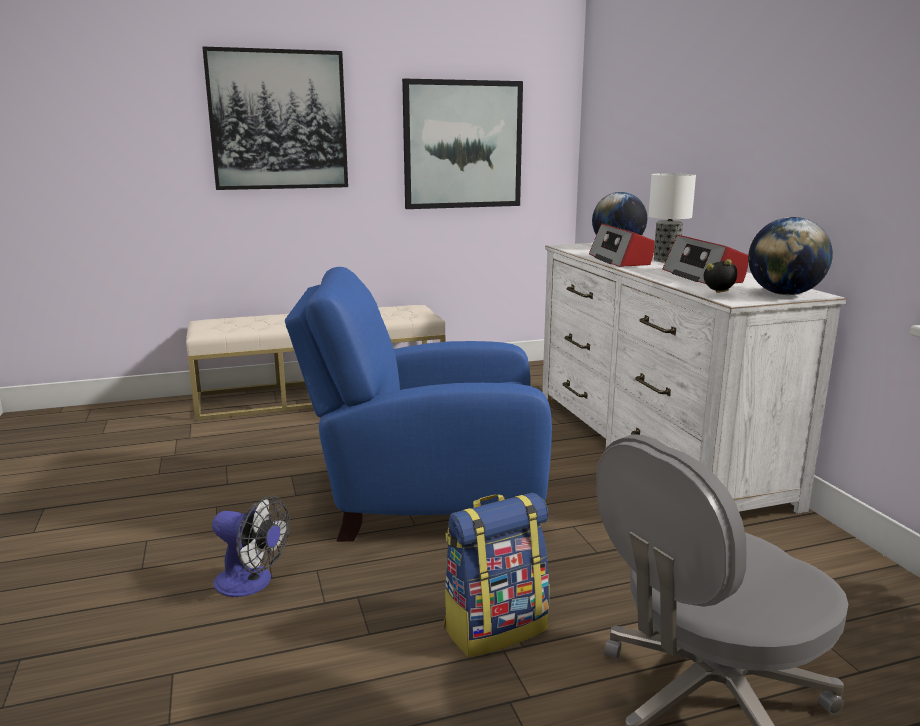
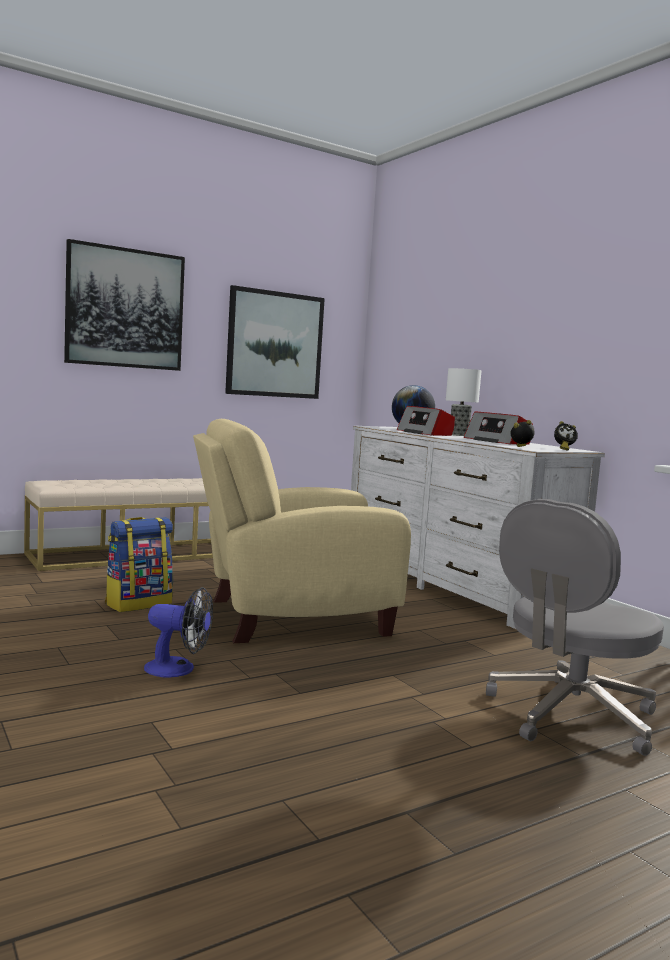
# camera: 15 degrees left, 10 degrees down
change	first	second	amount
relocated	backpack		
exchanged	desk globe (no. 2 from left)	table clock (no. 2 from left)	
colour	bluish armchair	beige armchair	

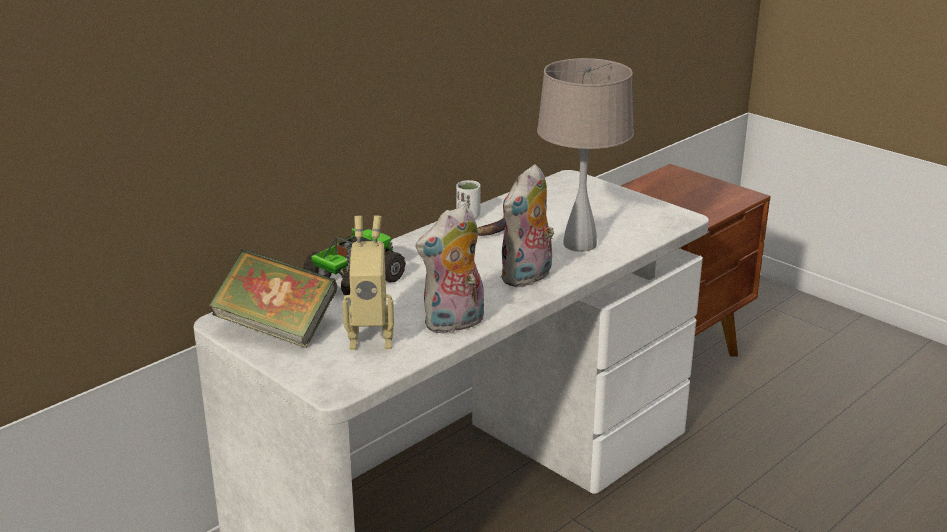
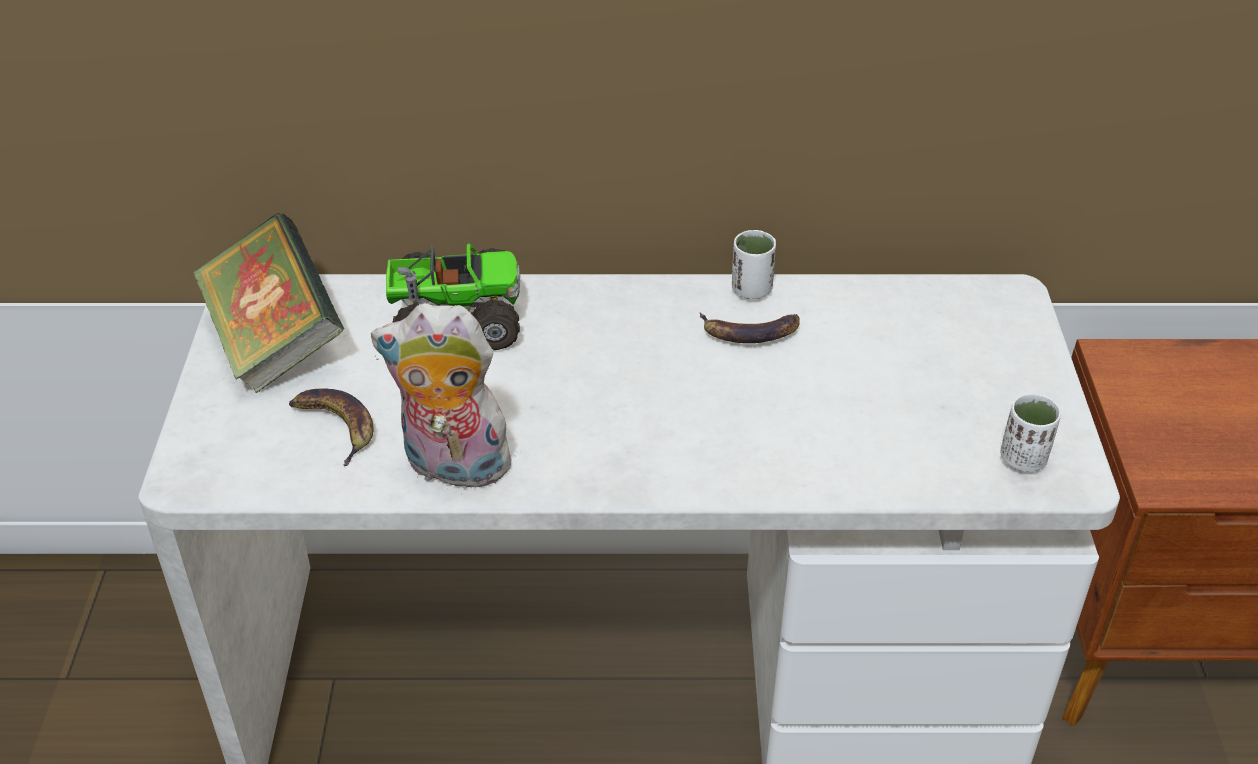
# camera: 45 degrees right, 15 degrees up
change	first	second	amount
missing	plush toy (no. 2 from left)		
missing	beige lamp for a table		
appeared		whitish drinking cup (no. 2 from left)	
exchanged	model robot	banana fruit (no. 1 from left)	

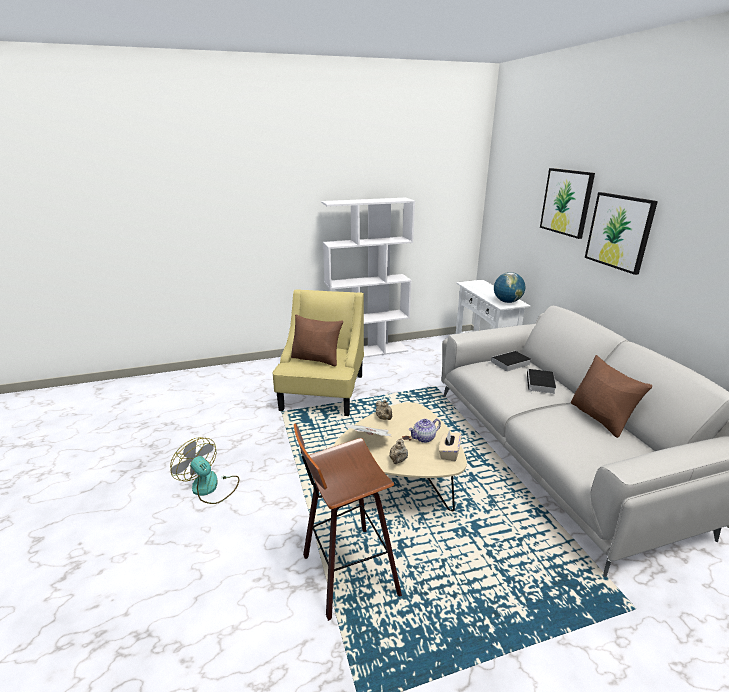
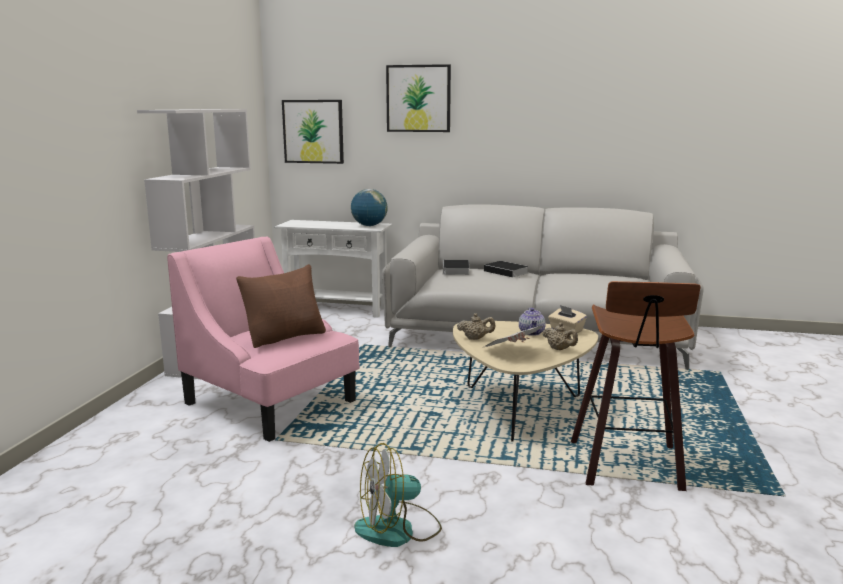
# camera: 60 degrees left, 10 degrees down
change	first	second	amount
missing	brownish throw pillow (no. 2 from left)		
relocated	picture (no. 2 from left in the first image)	picture (no. 1 from left)	
colour	yellow-coloured armchair	pinkish armchair	

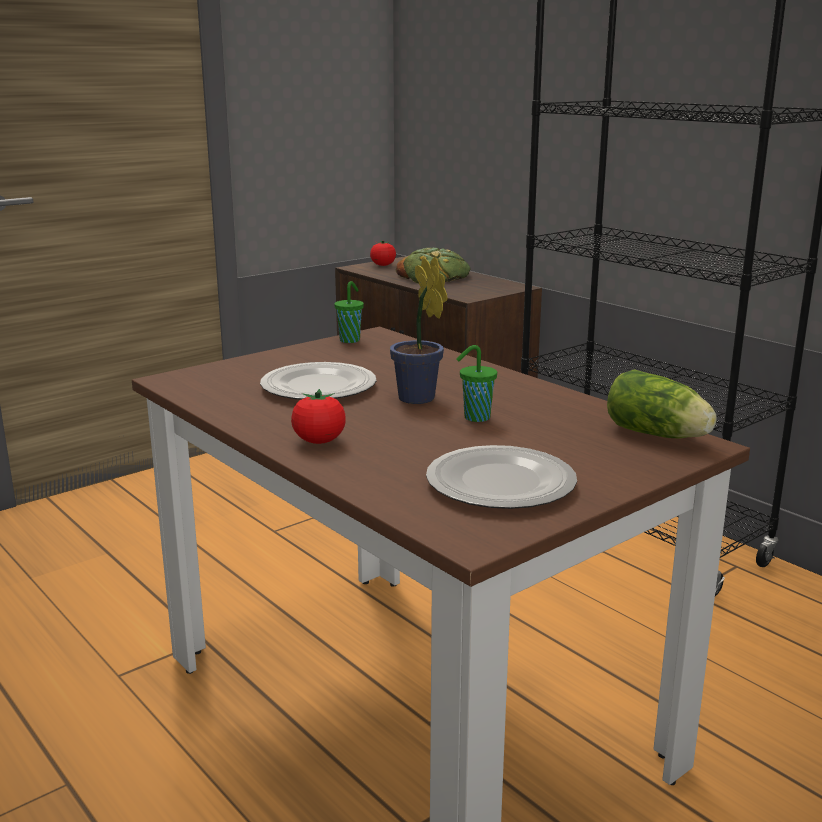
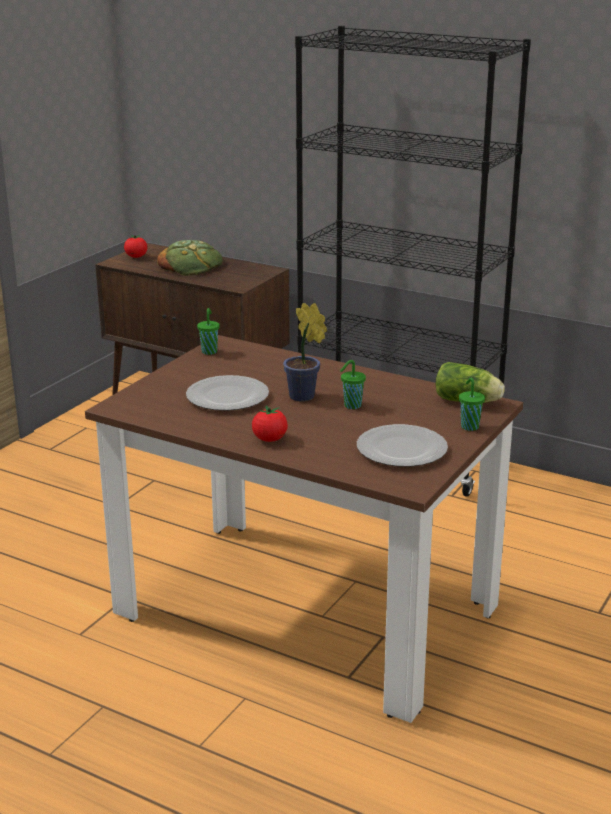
# camera: 20 degrees left, 5 degrees up
change	first	second	amount
appeared		greenish drinking cup (no. 3 from left)	

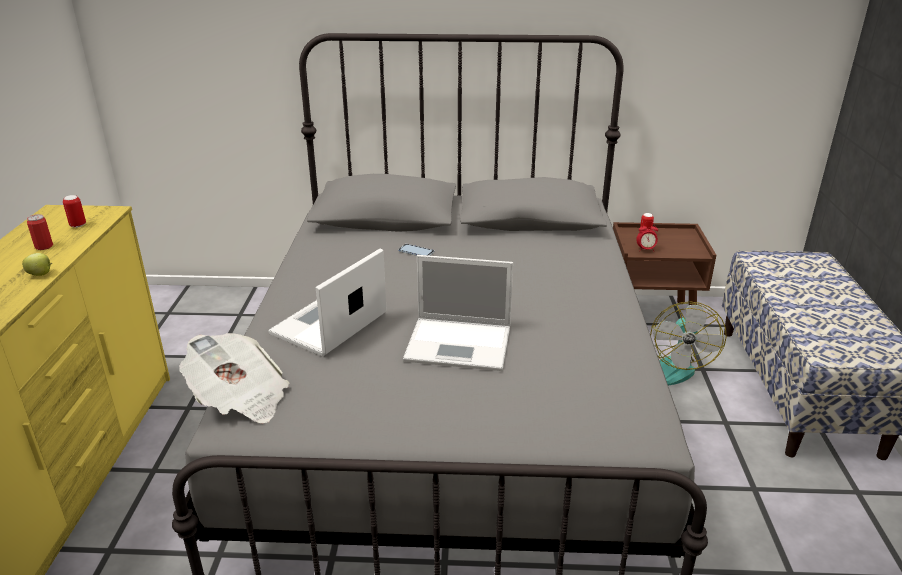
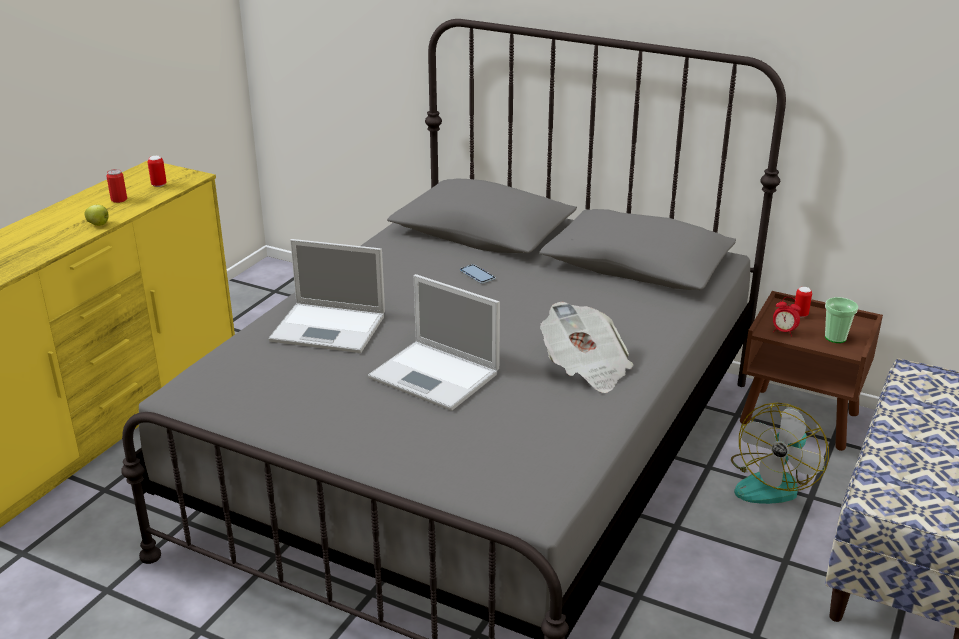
# camera: 25 degrees right, 0 degrees up
change	first	second	amount
appeared		drinking cup	
relocated	newspaper		
spun	portable computer (no. 1 from left)		135 degrees counterclockwise

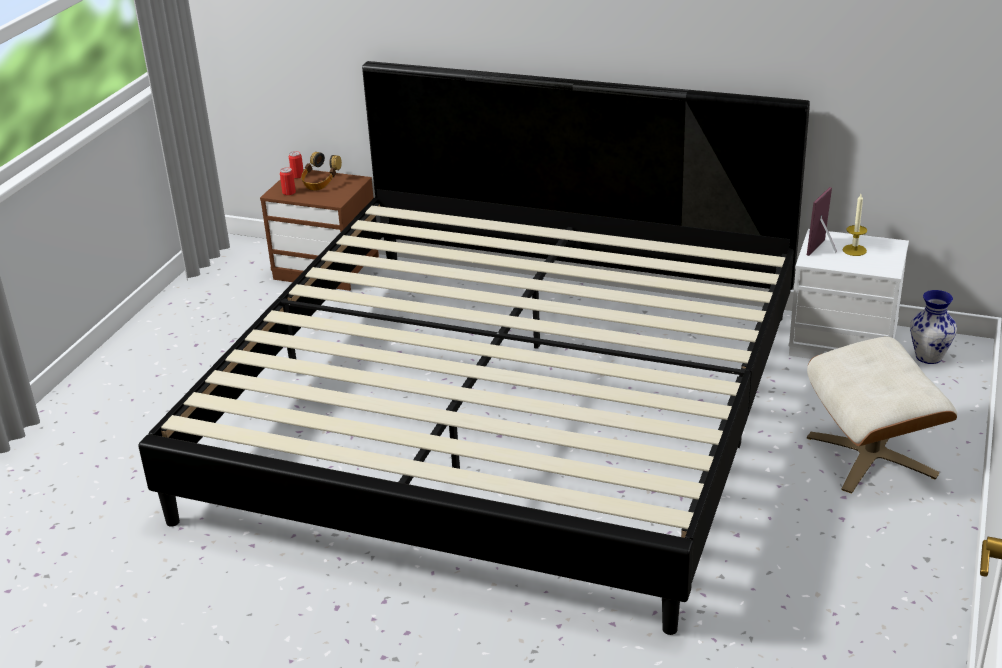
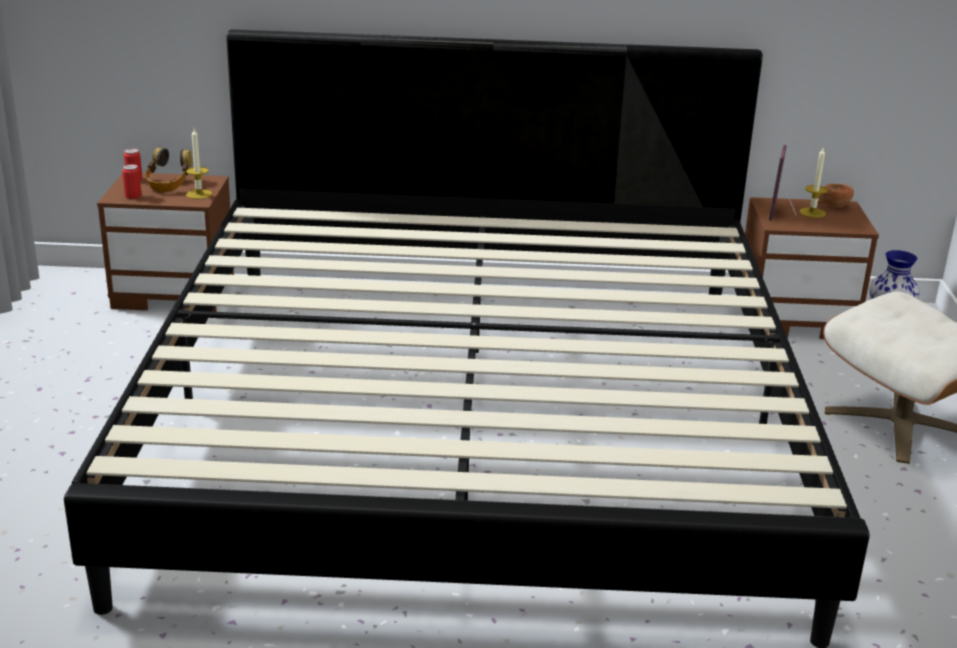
# camera: 20 degrees left, 5 degrees down
change	first	second	amount
appeared		wax light (no. 1 from left)	
appeared		brownish drinking cup	
colour	whitish night table	brownish night table (no. 2 from left)	

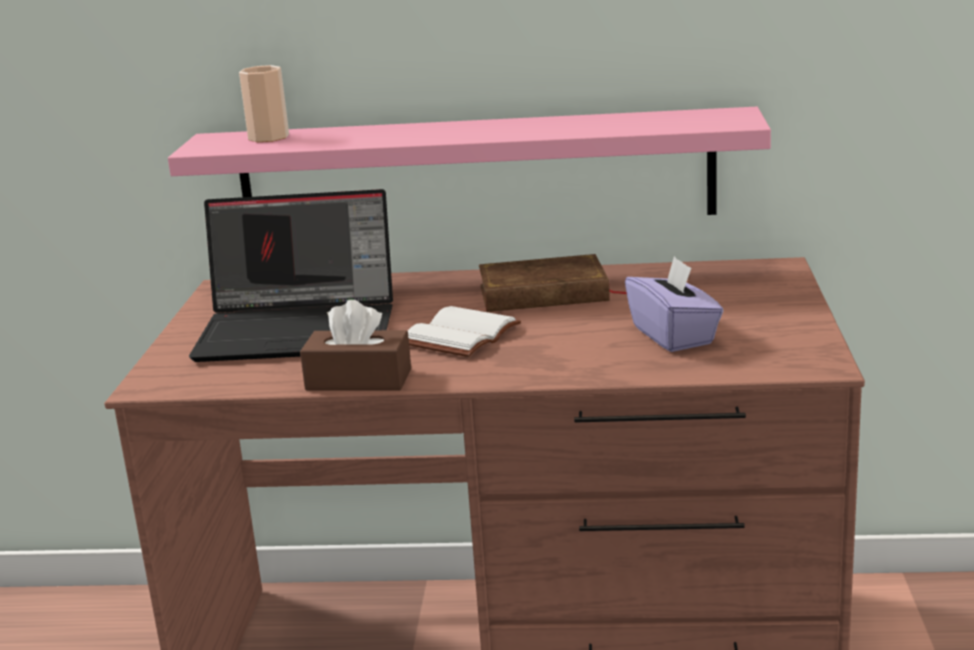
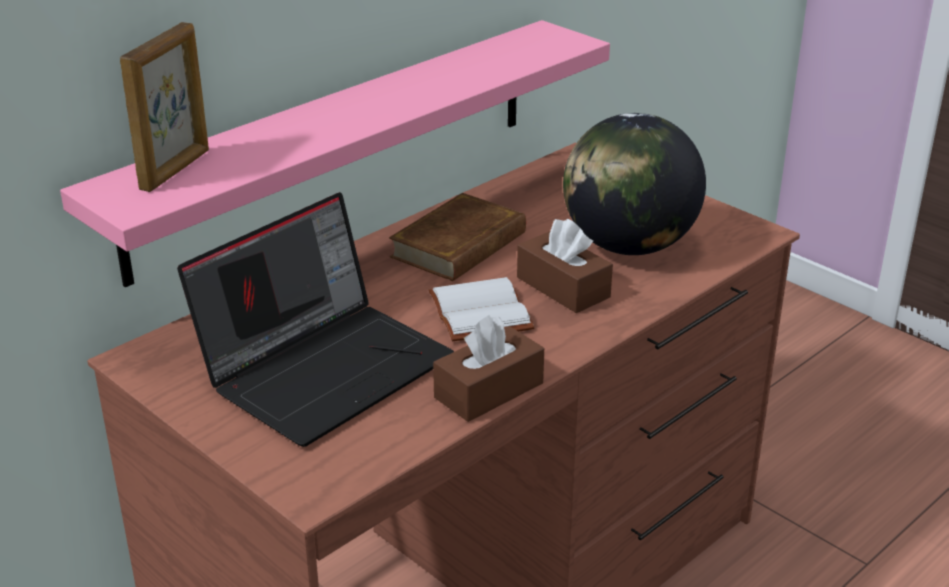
# camera: 50 degrees left, 10 degrees up
change	first	second	amount
appeared		brownish box of tissues (no. 2 from left)	
exchanged	drinking cup	standing frame	
exchanged	purple-coloured box of tissues	desk globe	

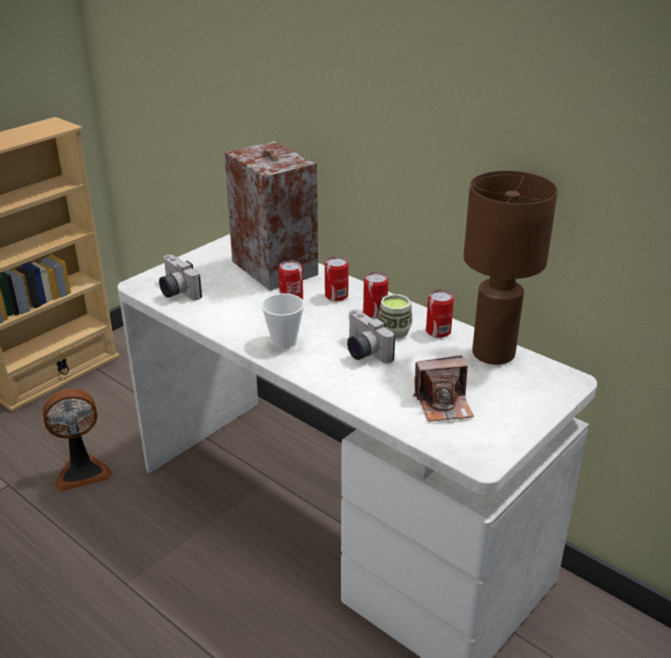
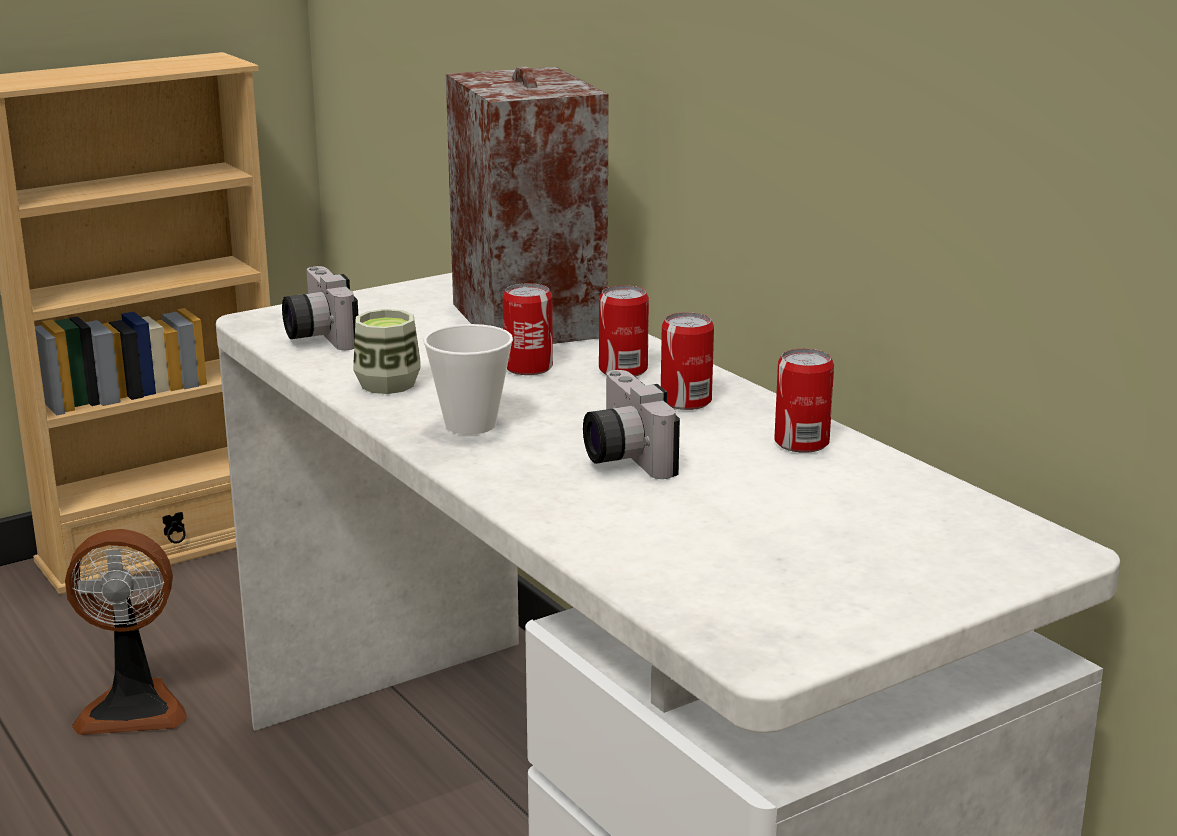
# camera: 15 degrees right, 10 degrees down
change	first	second	amount
missing	still camera (no. 3 from left)		
missing	brownish lamp for a table		
relocated	drinking cup (no. 2 from left in the first image)	drinking cup (no. 1 from left)	

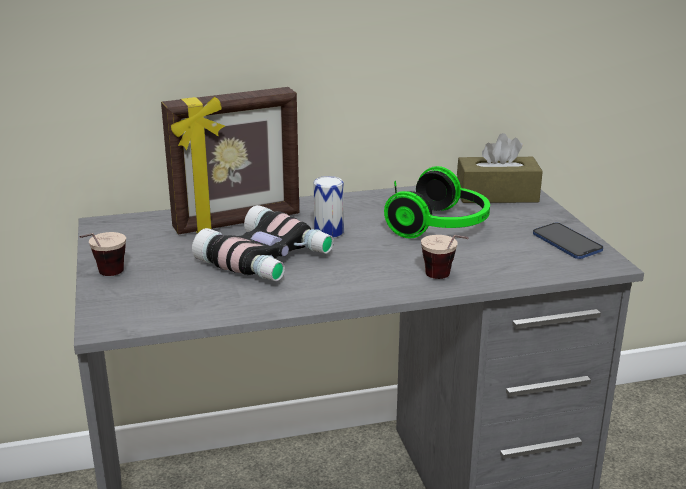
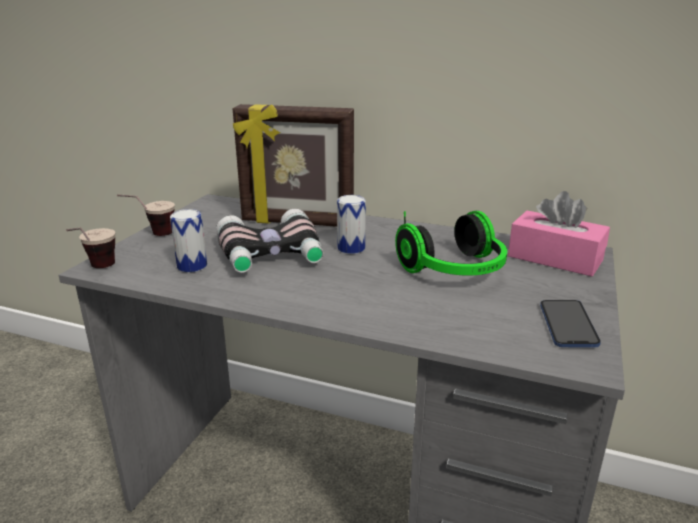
# camera: 35 degrees right, 0 degrees up
change	first	second	amount
appeared		metal can (no. 1 from left)	
relocated	drinking cup (no. 2 from left in the first image)	drinking cup (no. 1 from left)	
colour	brownish box of tissues	pinkish box of tissues	

